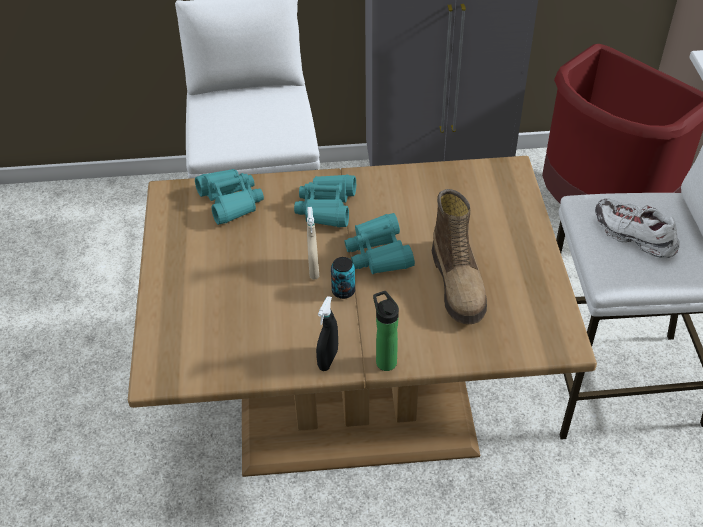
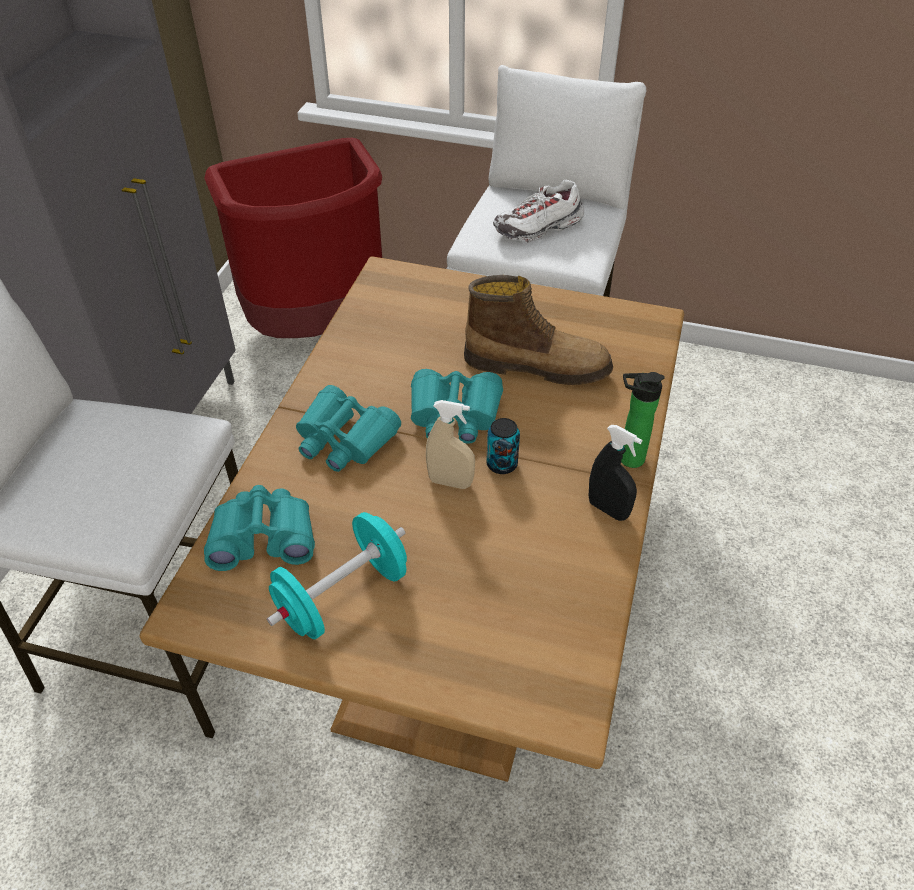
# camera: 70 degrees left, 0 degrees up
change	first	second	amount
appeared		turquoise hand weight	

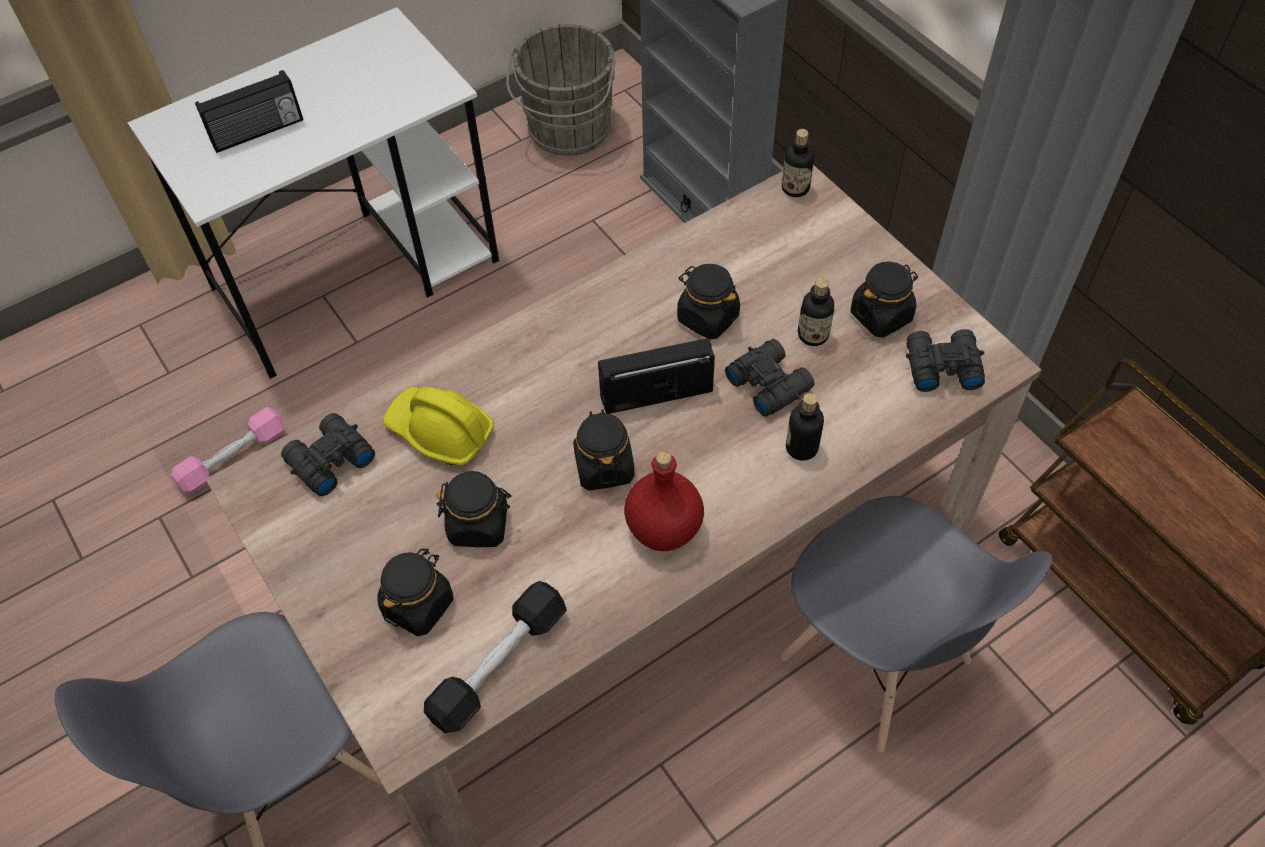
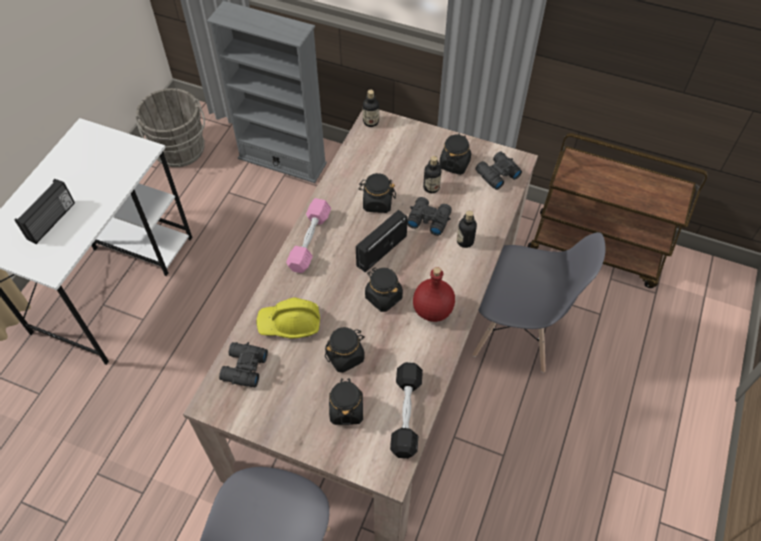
# camera: 35 degrees left, 0 degrees up
change	first	second	amount
relocated	pinkish hand weight		

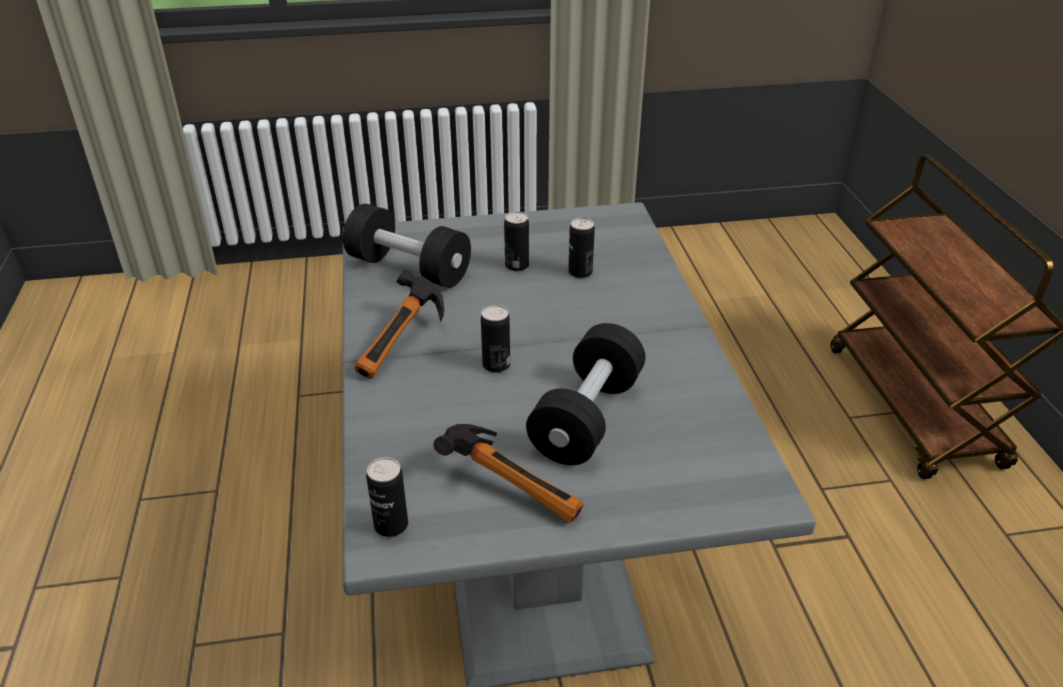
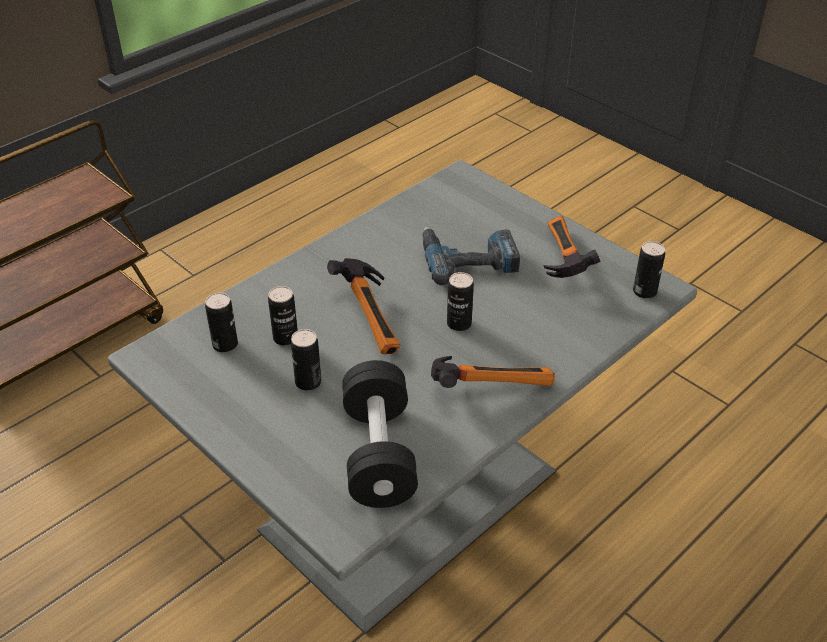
# camera: 125 degrees left, 5 degrees up
change	first	second	amount
appeared		metal can (no. 1 from left)	
appeared		hand hammer (no. 1 from left)	
exchanged	black-coloured hand weight (no. 2 from left)	drill	

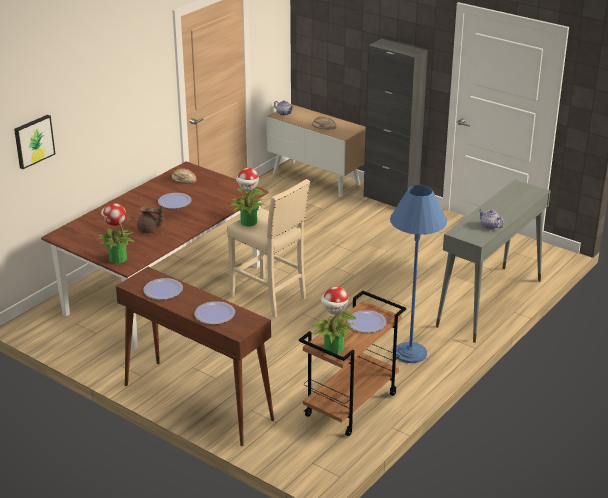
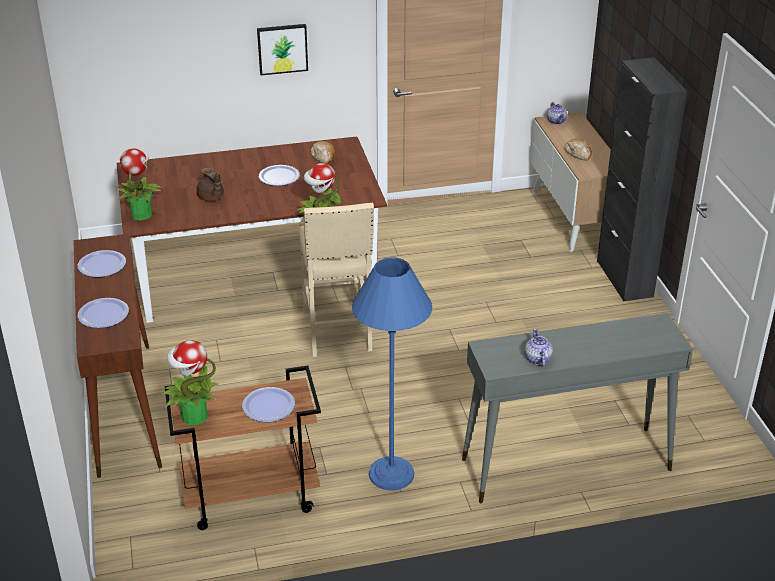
# camera: 40 degrees right, 5 degrees up
change	first	second	amount
relocated	picture		

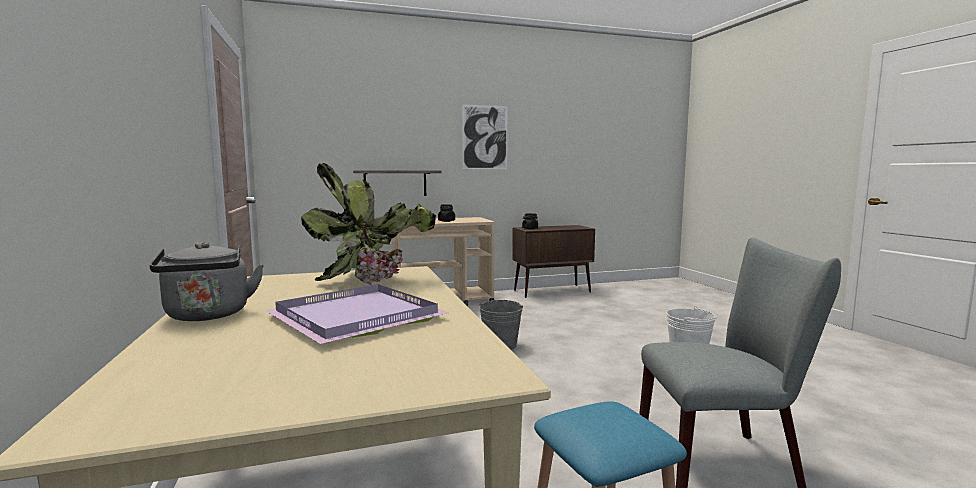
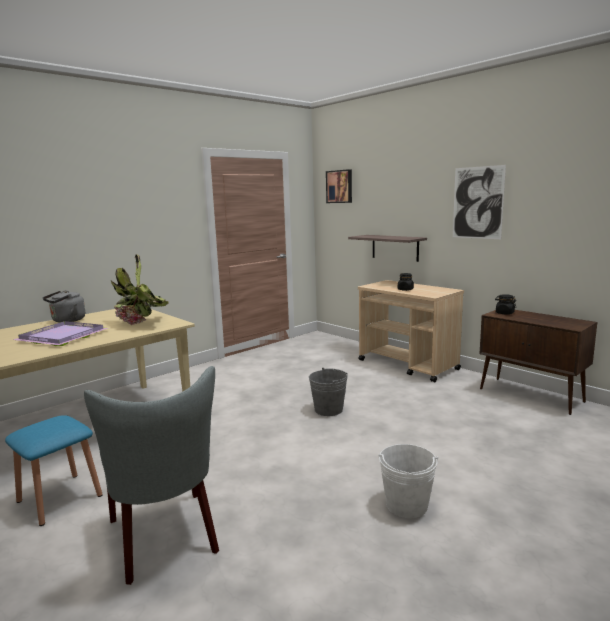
# camera: 65 degrees right, 5 degrees up
change	first	second	amount
appeared		picture (no. 1 from left)	

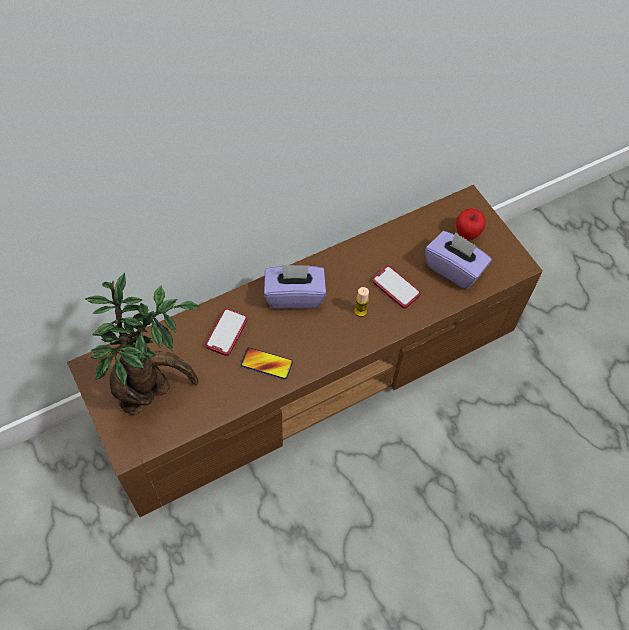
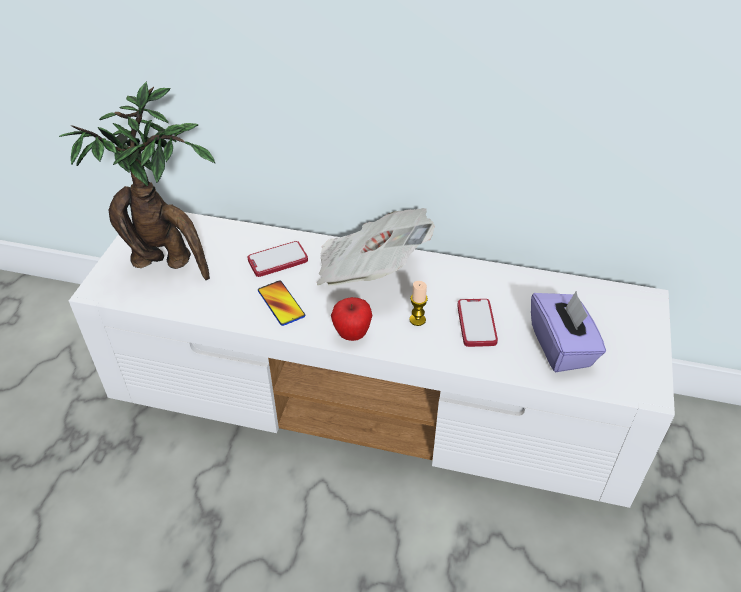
# camera: 45 degrees right, 15 degrees down
change	first	second	amount
relocated	whole apple		
exchanged	purple-coloured box of tissues (no. 1 from left)	newspaper	
colour	brownish media console	whitish media console	

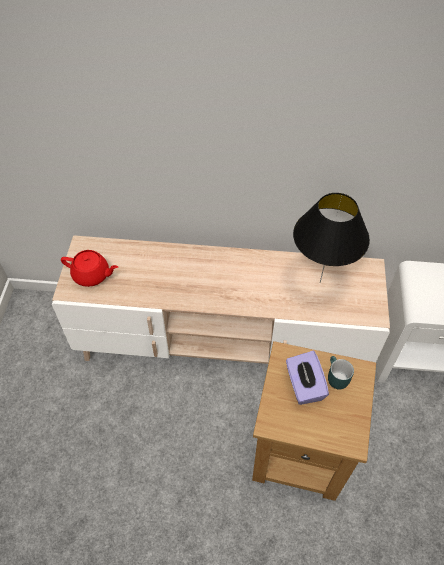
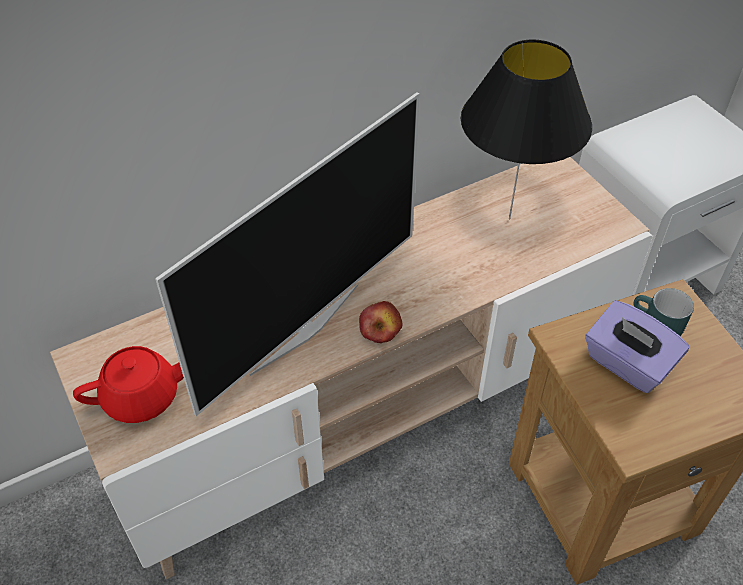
# camera: 35 degrees left, 5 degrees down
change	first	second	amount
appeared		television	
appeared		whole apple	

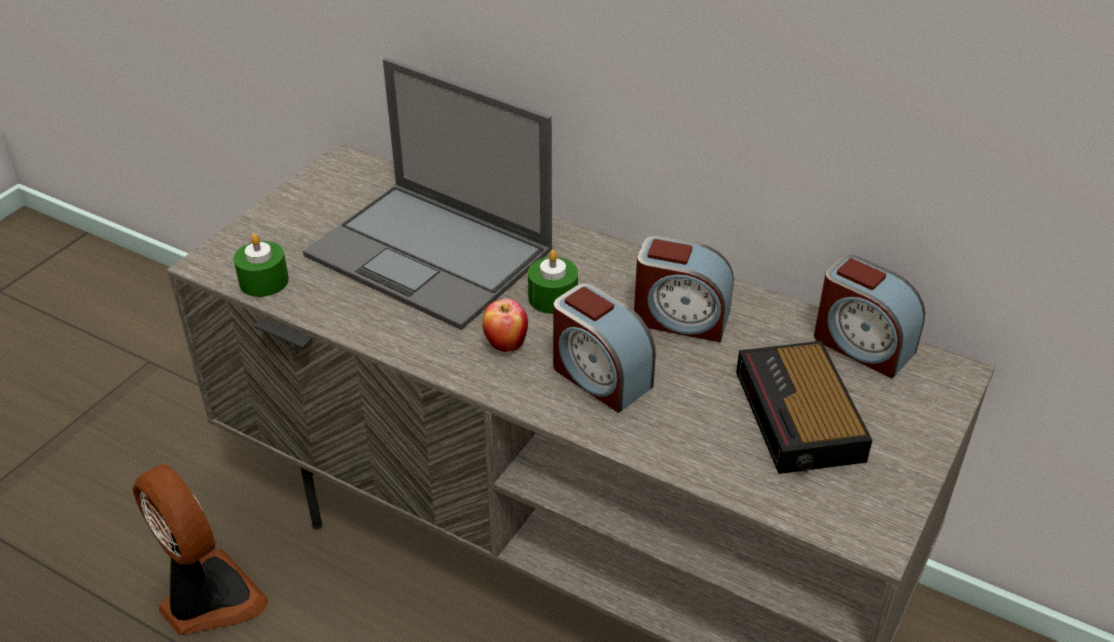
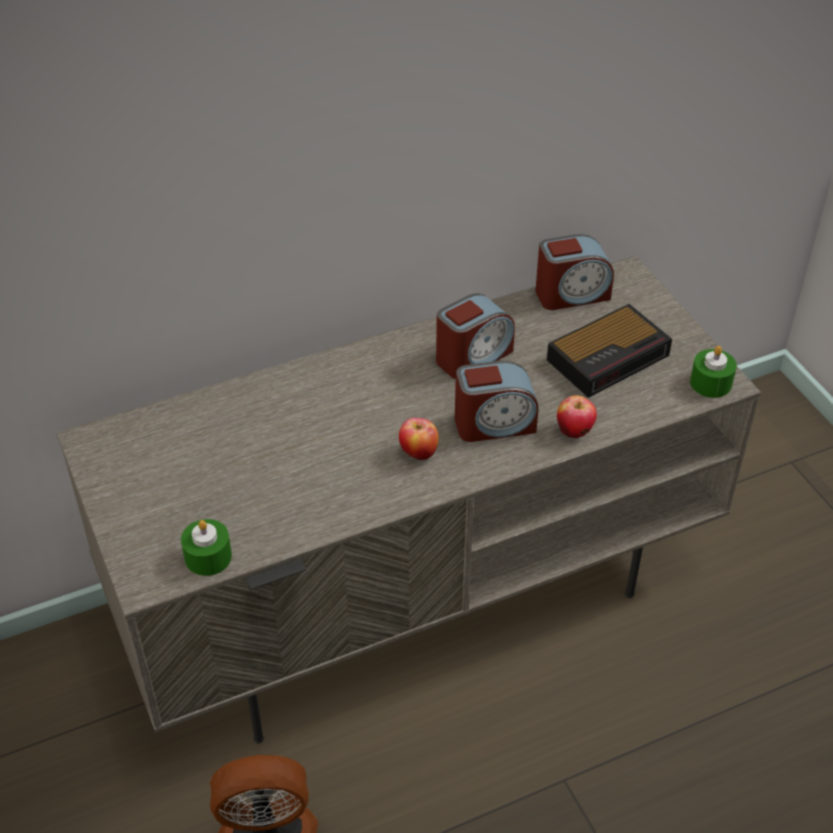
# camera: 55 degrees left, 5 degrees up
change	first	second	amount
missing	portable computer		
appeared		whole apple (no. 2 from left)	
relocated	greenish wax light (no. 2 from left)		
spun	table clock (no. 3 from left in the first image)	table clock (no. 4 from left)	60 degrees counterclockwise

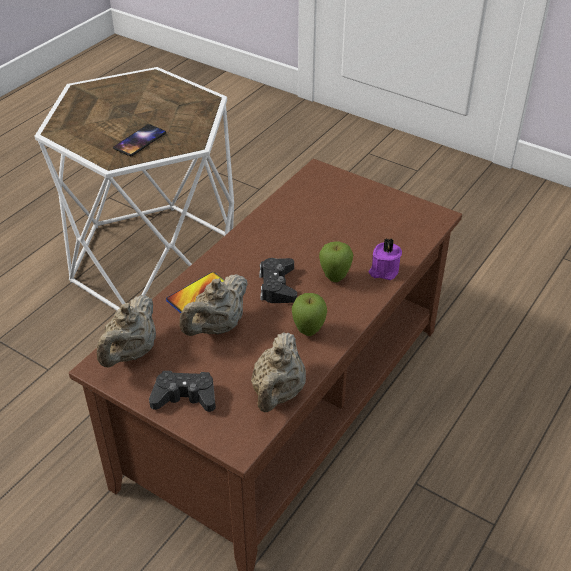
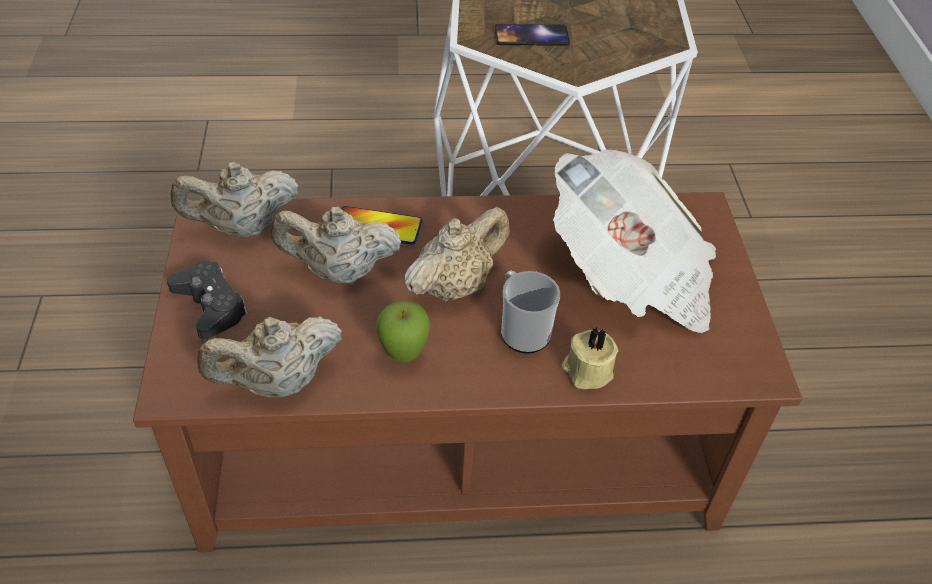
# camera: 50 degrees right, 5 degrees up
change	first	second	amount
appeared		newspaper	
exchanged	black-coloured joypad (no. 2 from left)	beige tea pot (no. 4 from left)	
exchanged	whole apple (no. 2 from left)	coffee mug	
colour	purple-coloured wax light	beige wax light	

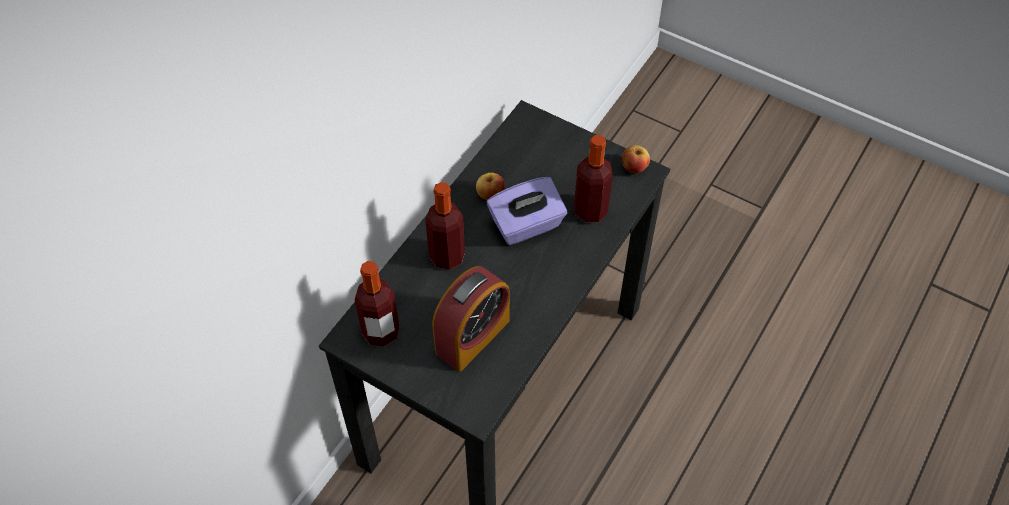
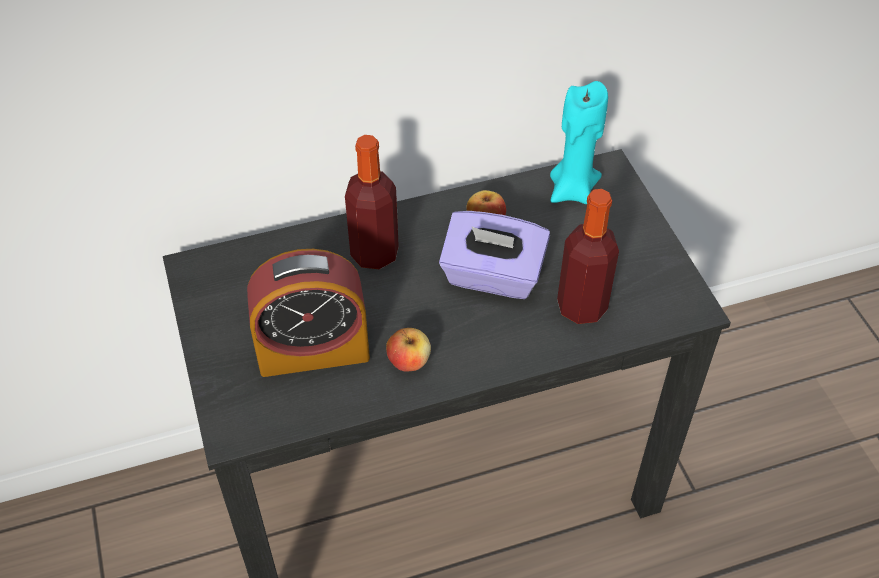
# camera: 40 degrees right, 5 degrees down
change	first	second	amount
missing	drink bottle (no. 1 from left)		
appeared		turquoise wax light	
relocated	whole apple (no. 2 from left in the first image)	whole apple (no. 1 from left)	

